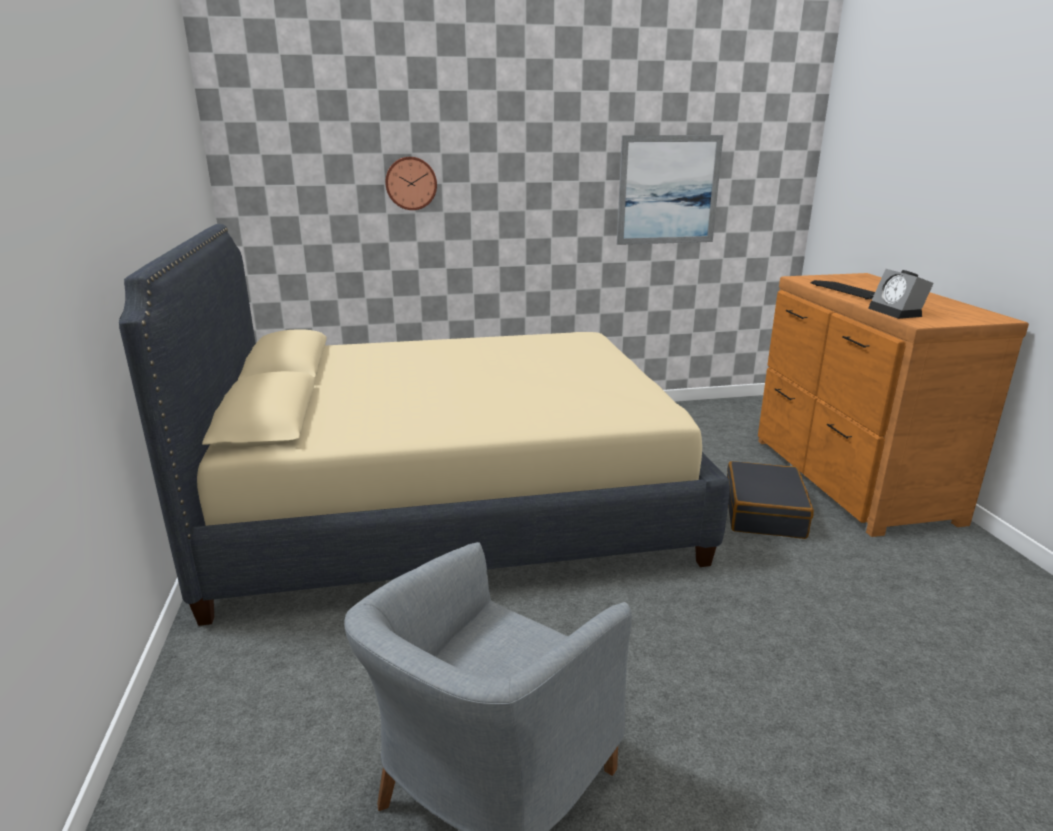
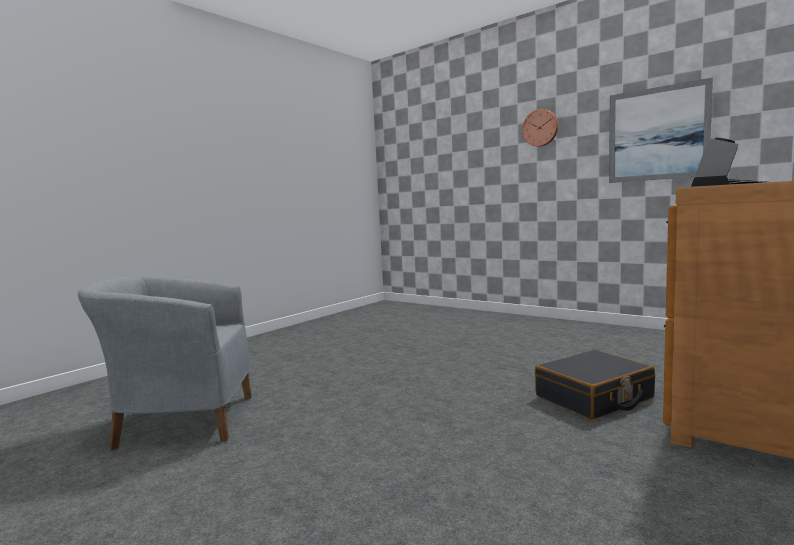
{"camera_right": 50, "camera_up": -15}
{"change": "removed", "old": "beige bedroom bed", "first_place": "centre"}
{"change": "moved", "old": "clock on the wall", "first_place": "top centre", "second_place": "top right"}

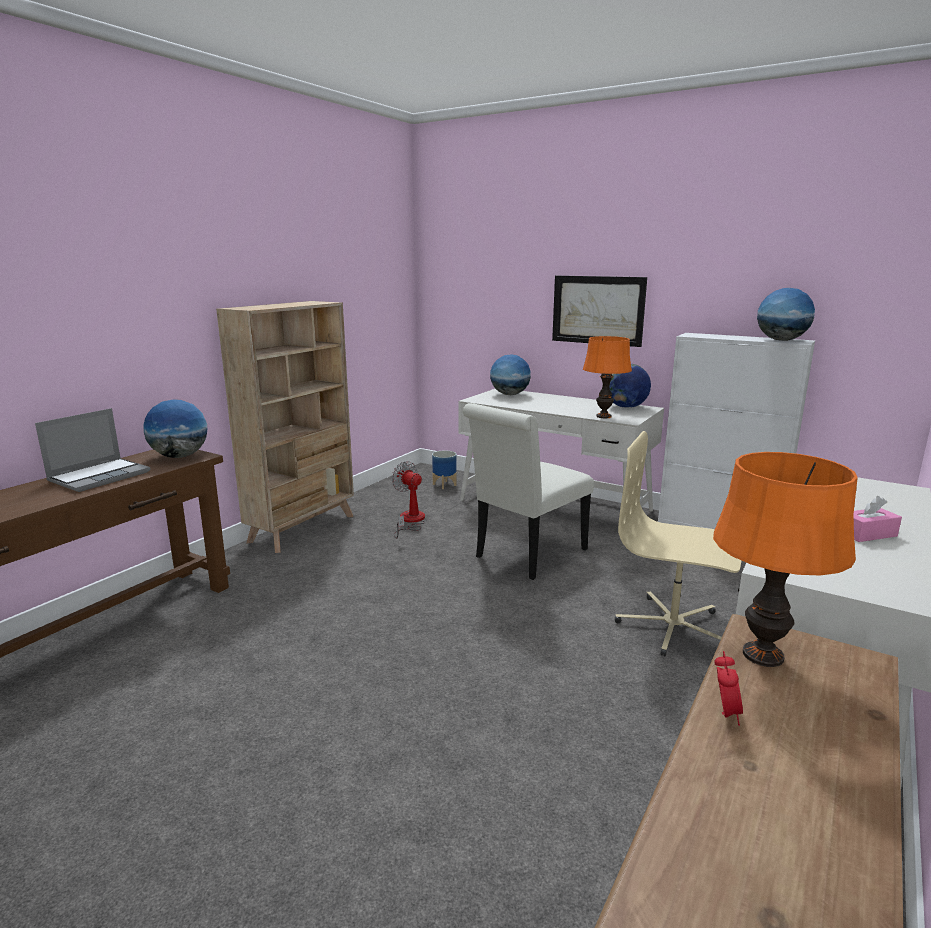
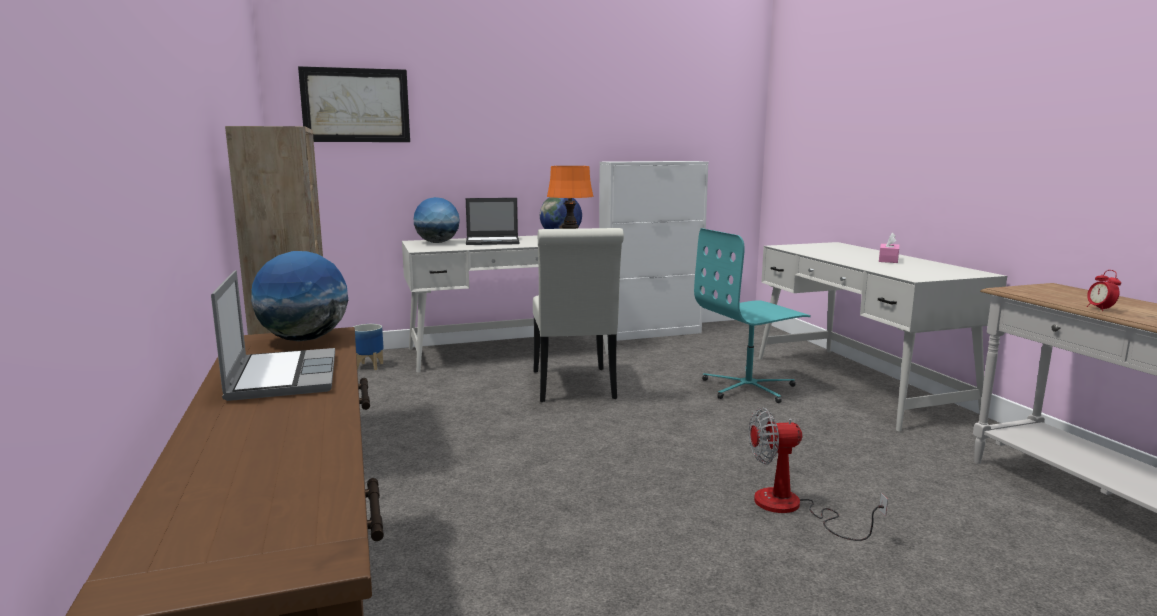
{"camera_right": -50, "camera_up": -5}
{"change": "removed", "old": "orange lamp for a table (2nd from left)", "first_place": "middle right"}
{"change": "removed", "old": "globe (4th from left)", "first_place": "middle right"}
{"change": "added", "new": "laptop (2nd from left)", "second_place": "centre"}
{"change": "moved", "old": "electric fan", "first_place": "centre", "second_place": "bottom right"}
{"change": "moved", "old": "wall art", "first_place": "centre", "second_place": "top left"}
{"change": "recoloured", "old": "beige office chair", "new": "turquoise office chair", "first_place": "middle right", "second_place": "centre"}
{"change": "turned", "old": "table clock", "first_place": "bottom right", "second_place": "middle right", "degrees": -150}

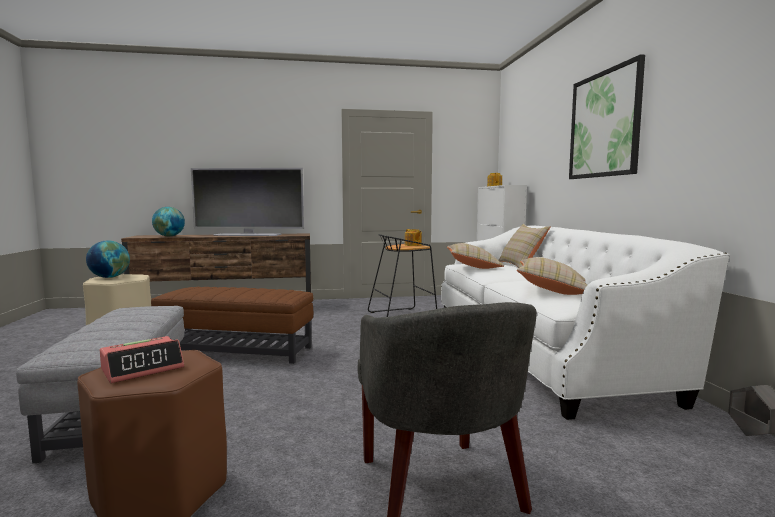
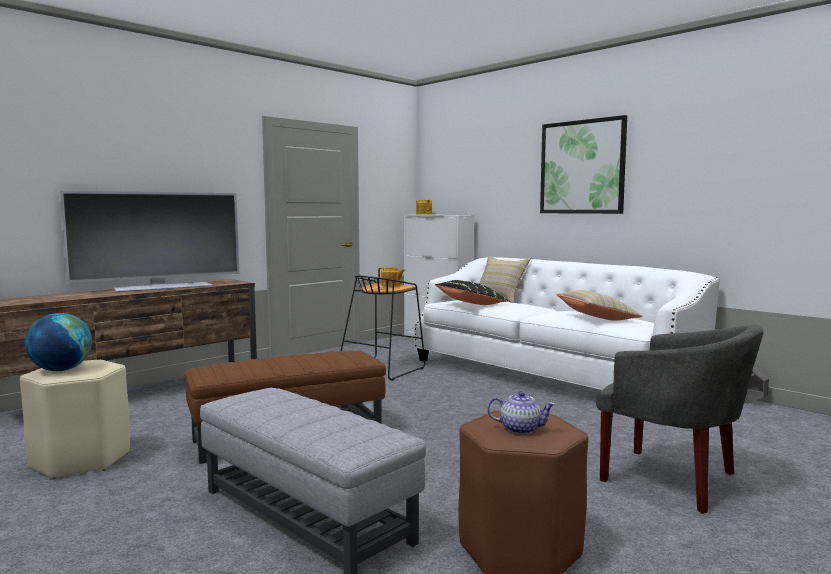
{"camera_right": -35, "camera_up": 0}
{"change": "removed", "old": "globe (2nd from left)", "first_place": "middle left"}
{"change": "replaced", "old": "table clock", "new": "teapot (3rd from left)", "first_place": "bottom left", "second_place": "bottom centre"}
{"change": "recoloured", "old": "beige pillow (1st from left)", "new": "black pillow", "first_place": "centre", "second_place": "centre"}

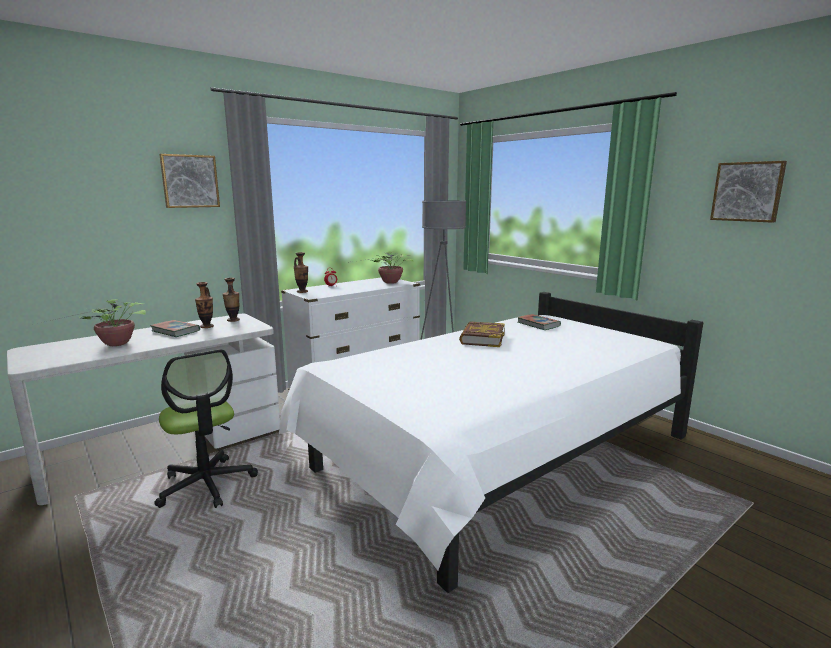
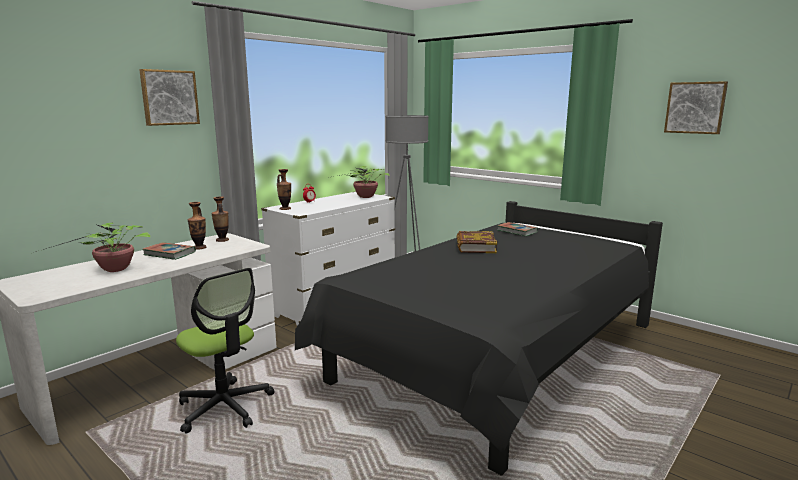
{"camera_right": -10, "camera_up": 0}
{"change": "recoloured", "old": "white-coloured bedroom bed", "new": "black bedroom bed", "first_place": "bottom centre", "second_place": "bottom centre"}

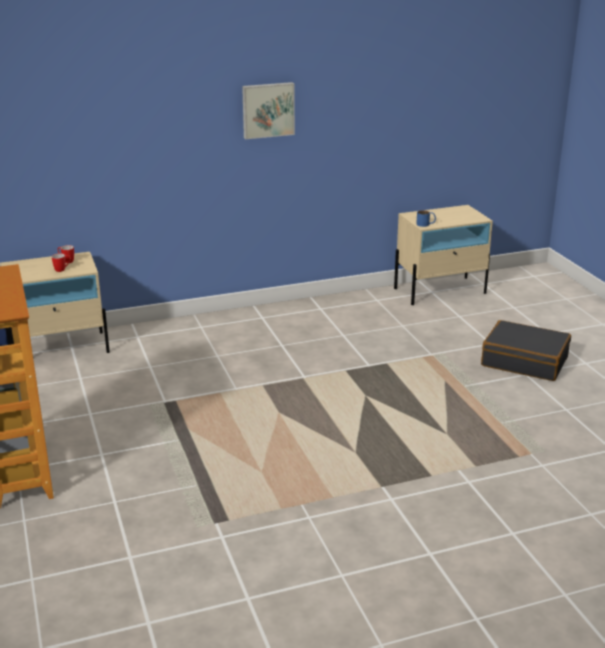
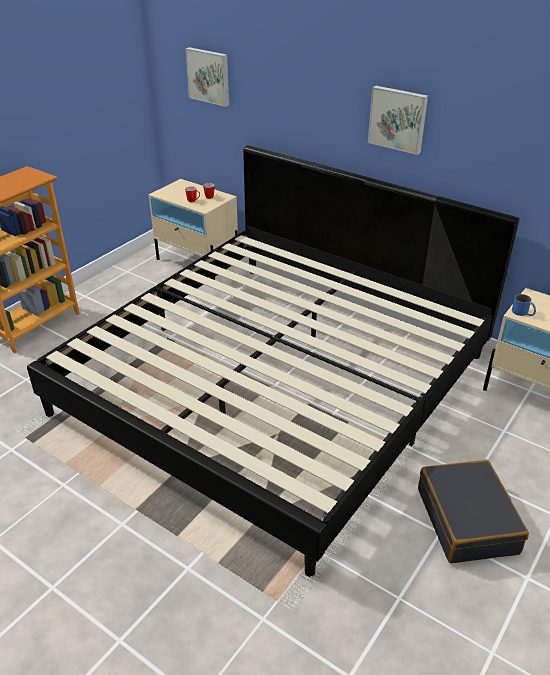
{"camera_right": 55, "camera_up": 10}
{"change": "added", "new": "bedroom bed", "second_place": "centre"}
{"change": "added", "new": "wall art (1st from left)", "second_place": "top centre"}

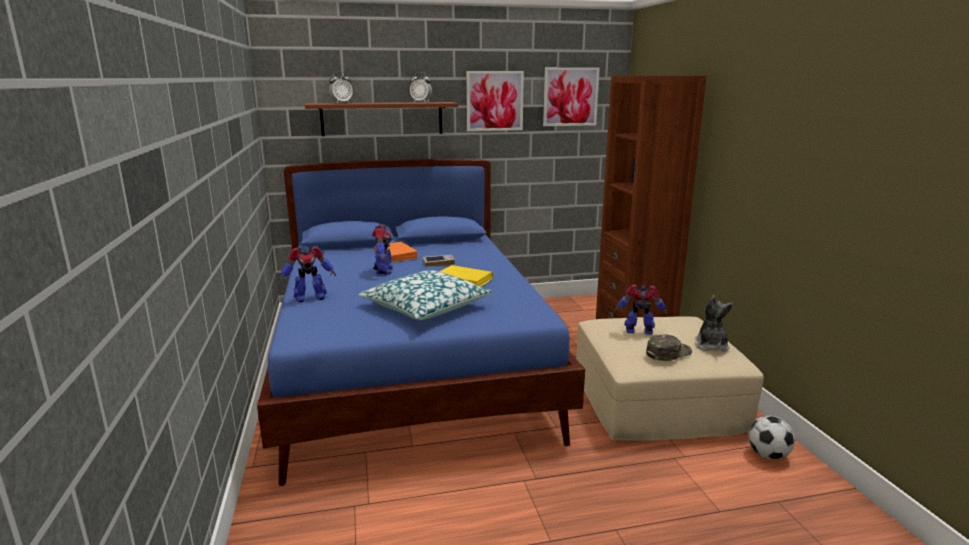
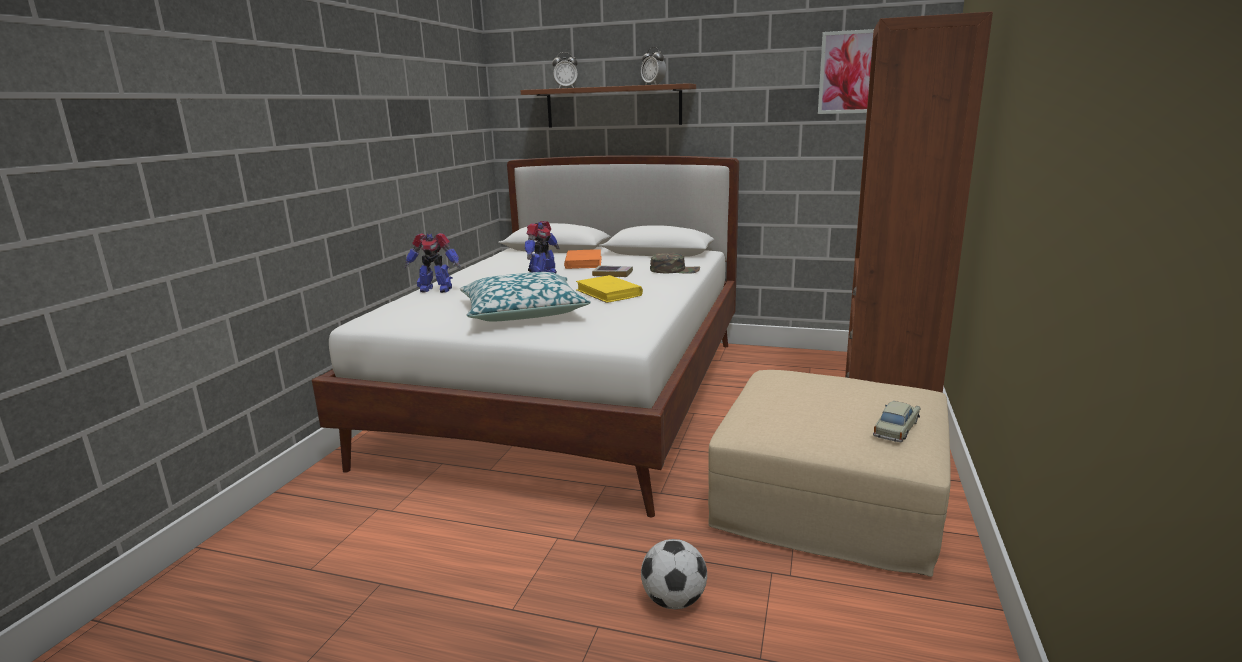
{"camera_right": 30, "camera_up": 0}
{"change": "removed", "old": "wall art (1st from left)", "first_place": "top centre"}
{"change": "removed", "old": "toy robot (3rd from left)", "first_place": "centre"}
{"change": "moved", "old": "greenish cap", "first_place": "middle right", "second_place": "centre"}
{"change": "moved", "old": "ball for football", "first_place": "bottom right", "second_place": "bottom centre"}
{"change": "replaced", "old": "cuddly toy", "new": "beige toy car", "first_place": "middle right", "second_place": "middle right"}
{"change": "recoloured", "old": "blue bedroom bed", "new": "white-coloured bedroom bed", "first_place": "centre", "second_place": "centre"}

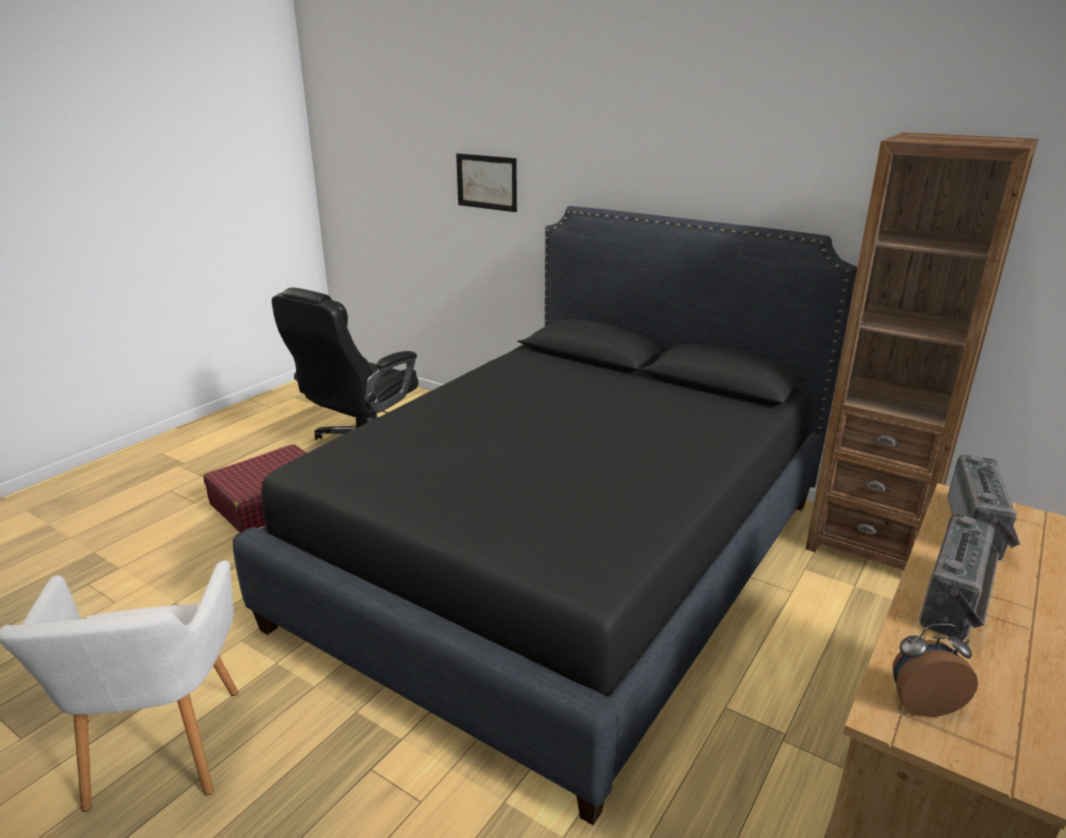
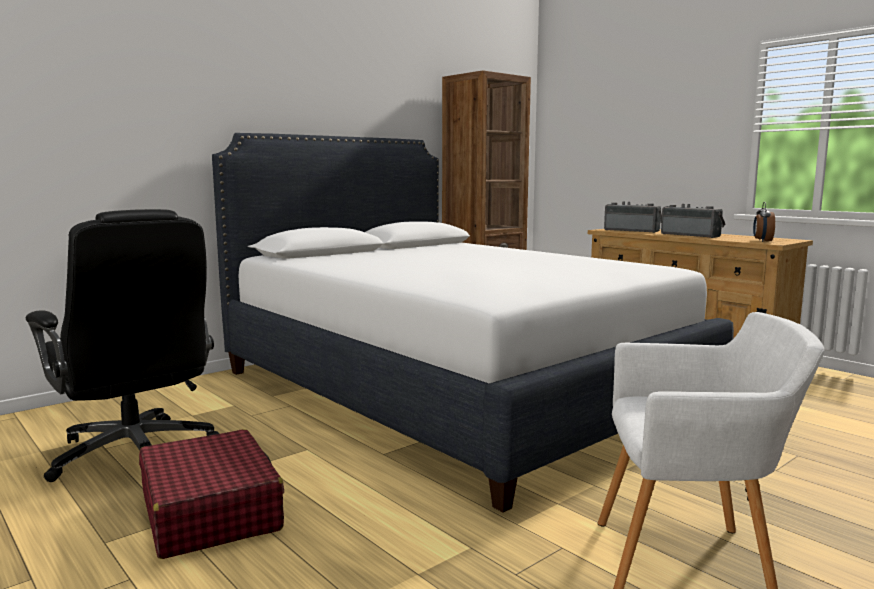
{"camera_right": -75, "camera_up": -15}
{"change": "removed", "old": "wall art", "first_place": "top centre"}
{"change": "recoloured", "old": "black bedroom bed", "new": "white-coloured bedroom bed", "first_place": "centre", "second_place": "centre"}

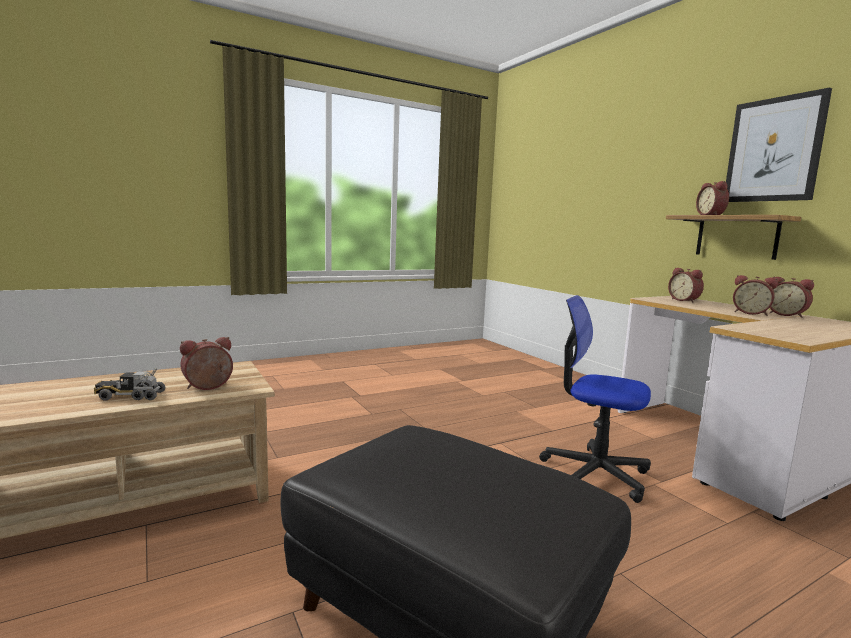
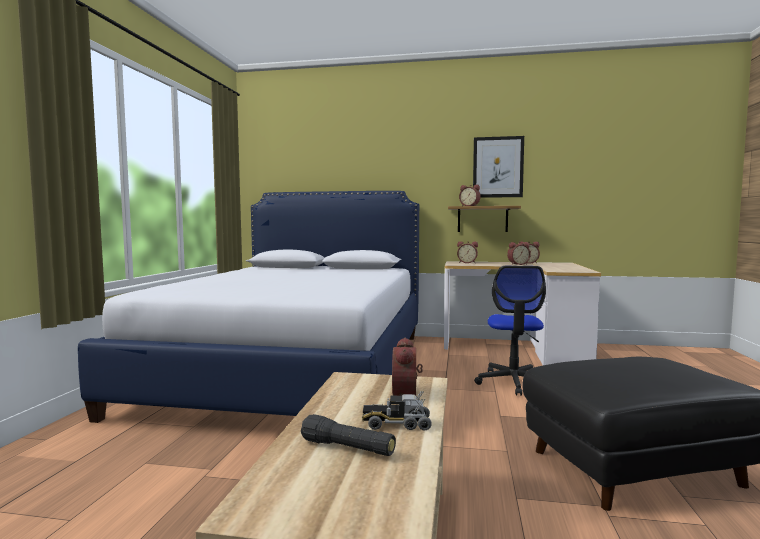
{"camera_right": -50, "camera_up": -5}
{"change": "added", "new": "bedroom bed", "second_place": "middle left"}
{"change": "added", "new": "black hand torch", "second_place": "bottom centre"}
{"change": "turned", "old": "toy truck", "first_place": "middle left", "second_place": "bottom centre", "degrees": 60}
{"change": "turned", "old": "office chair", "first_place": "middle right", "second_place": "middle right", "degrees": -60}

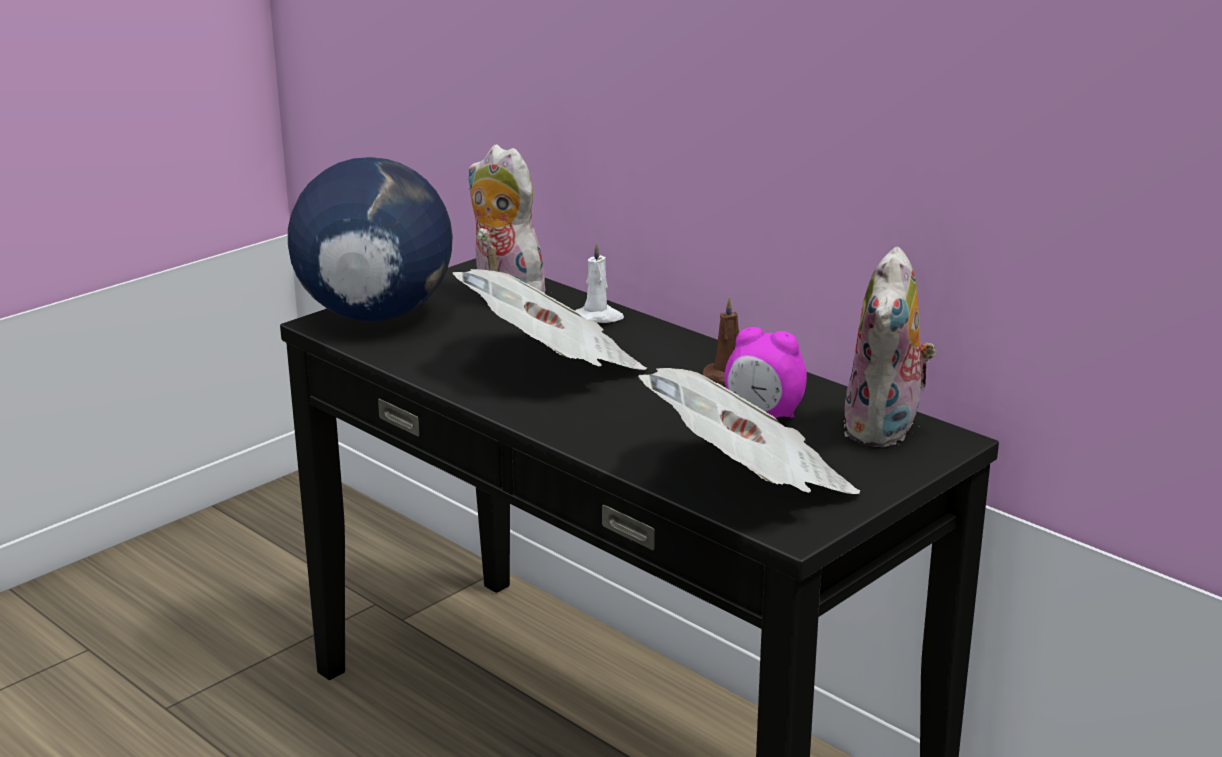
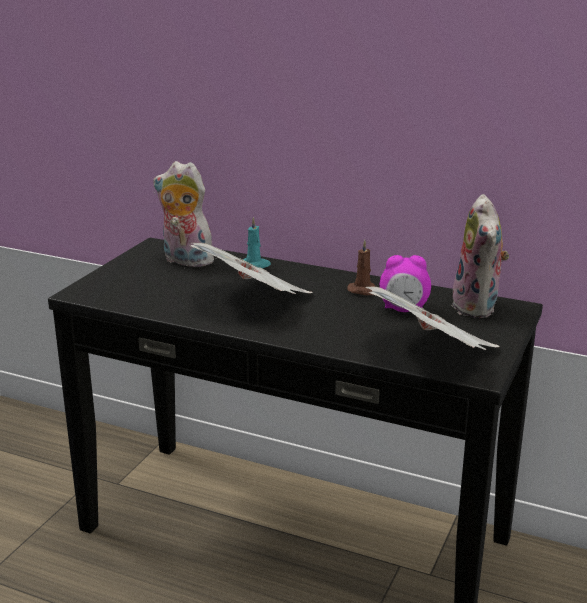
{"camera_right": -20, "camera_up": 0}
{"change": "removed", "old": "globe", "first_place": "top left"}
{"change": "recoloured", "old": "white-coloured wax candle", "new": "turquoise wax candle", "first_place": "centre", "second_place": "centre"}

